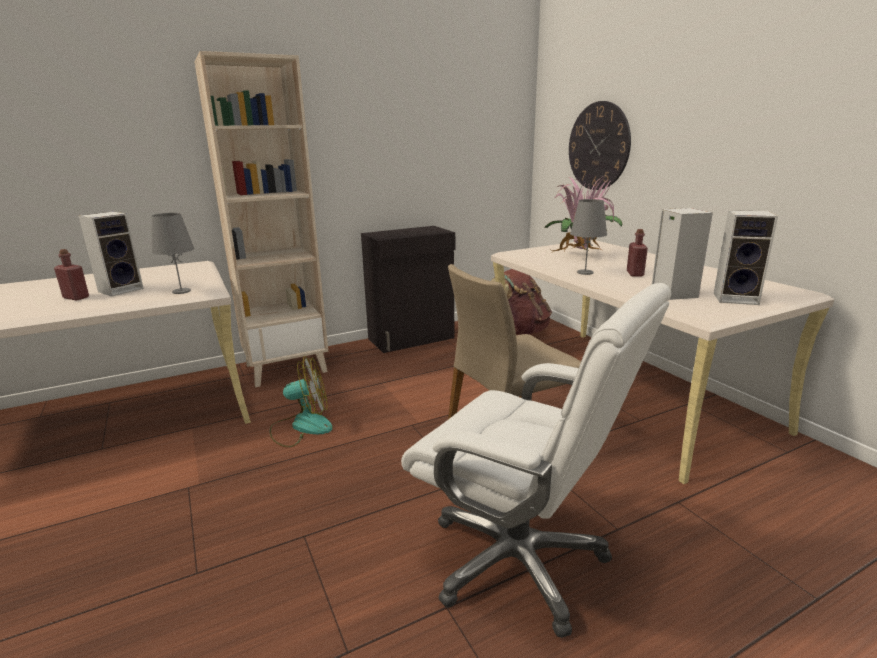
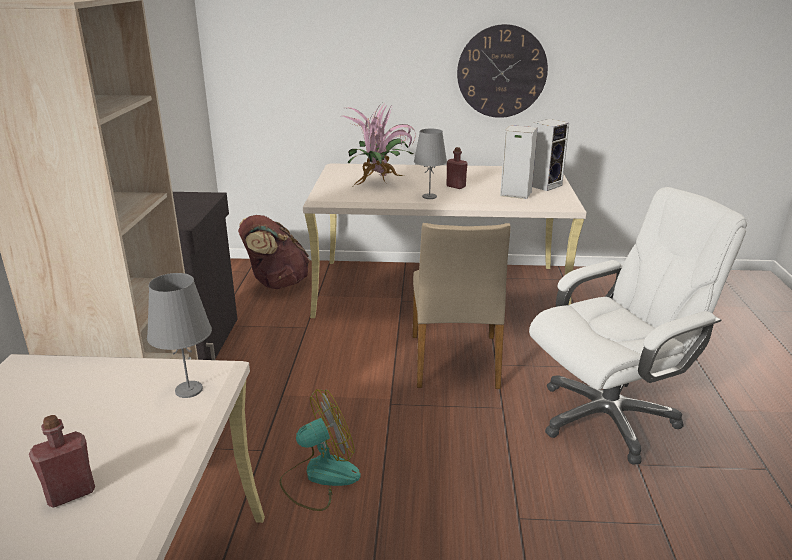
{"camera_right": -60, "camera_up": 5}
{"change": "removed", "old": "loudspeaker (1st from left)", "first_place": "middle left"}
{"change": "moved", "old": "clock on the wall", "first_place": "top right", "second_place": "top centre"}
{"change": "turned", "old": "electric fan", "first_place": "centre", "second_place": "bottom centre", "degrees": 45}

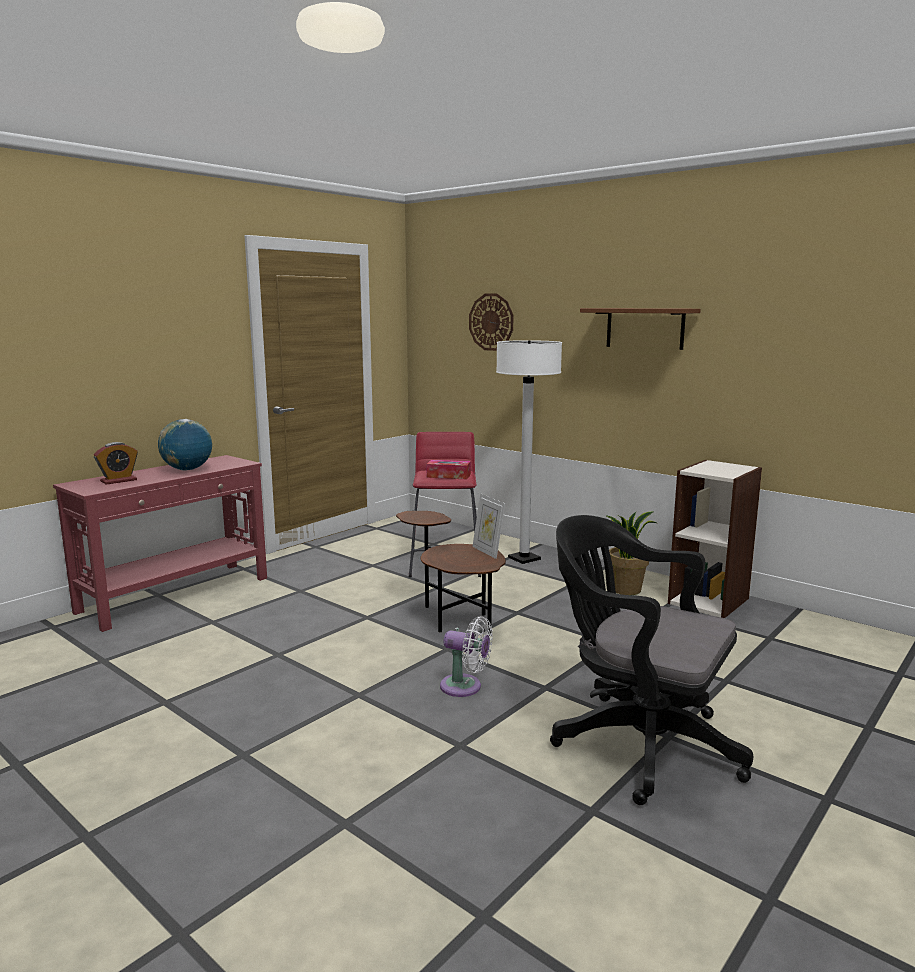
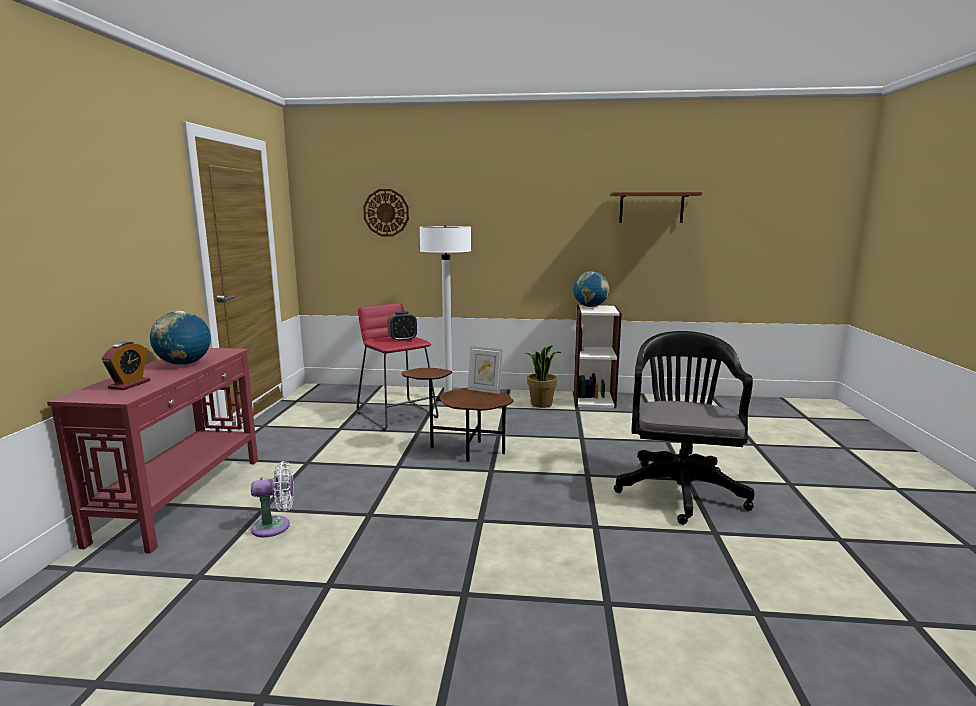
{"camera_right": -35, "camera_up": 0}
{"change": "added", "new": "globe (2nd from left)", "second_place": "centre"}
{"change": "moved", "old": "white-coloured electric fan", "first_place": "bottom centre", "second_place": "bottom left"}
{"change": "moved", "old": "brownish wall shelf", "first_place": "middle right", "second_place": "top right"}
{"change": "replaced", "old": "box of tissues", "new": "table clock (2nd from left)", "first_place": "centre", "second_place": "centre"}
{"change": "turned", "old": "black office chair", "first_place": "bottom right", "second_place": "middle right", "degrees": 105}

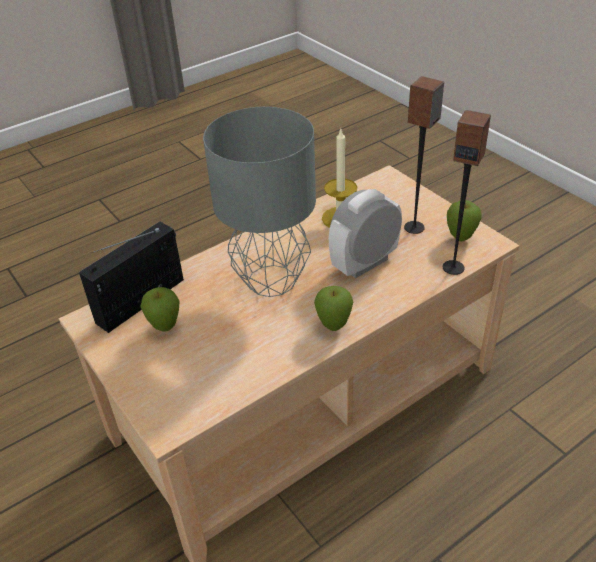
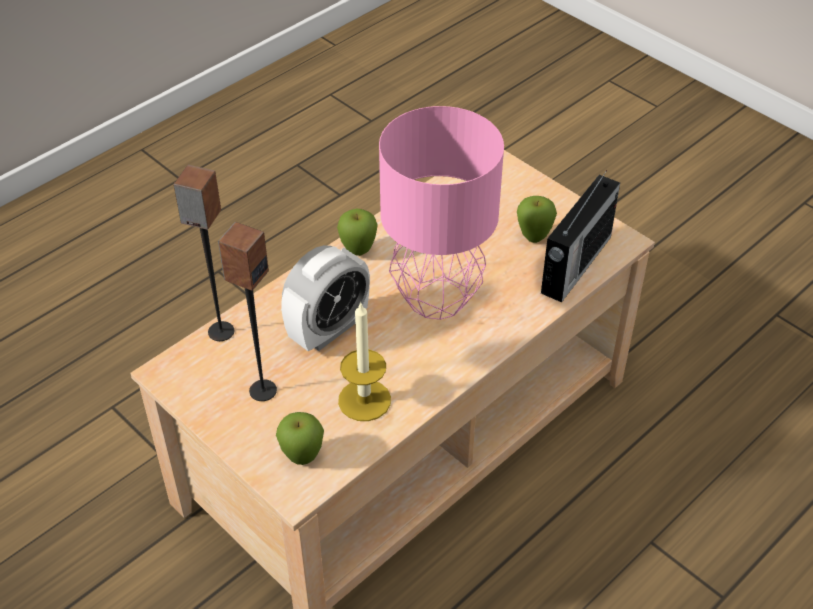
{"camera_right": 170, "camera_up": 5}
{"change": "moved", "old": "apple (3rd from left in the first image)", "new": "apple (1st from left)", "first_place": "middle right", "second_place": "bottom centre"}
{"change": "recoloured", "old": "gray lamp for a table", "new": "pink lamp for a table", "first_place": "centre", "second_place": "centre"}

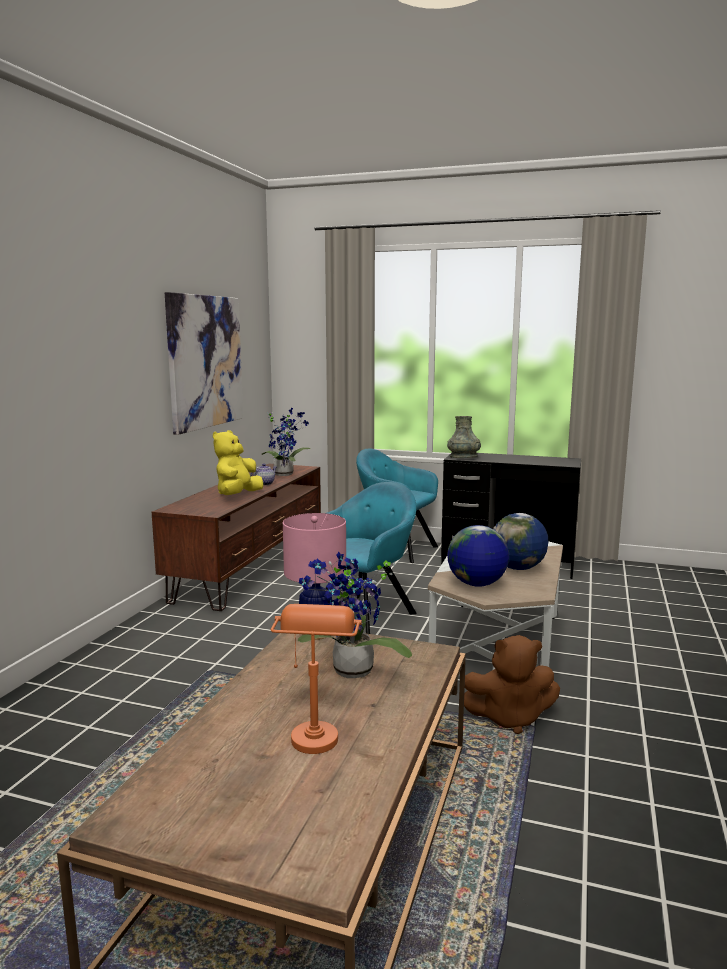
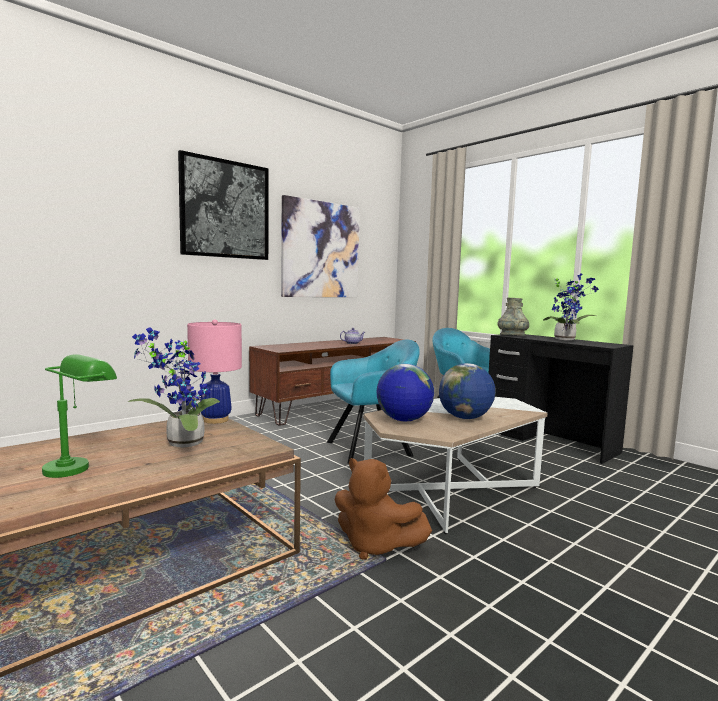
{"camera_right": 30, "camera_up": -5}
{"change": "removed", "old": "yellow-coloured cuddly toy", "first_place": "middle left"}
{"change": "added", "new": "wall art (1st from left)", "second_place": "top left"}
{"change": "moved", "old": "potted plant (1st from left in the first image)", "new": "potted plant (2nd from left)", "first_place": "centre", "second_place": "middle right"}
{"change": "recoloured", "old": "orange lamp for a table", "new": "greenish lamp for a table", "first_place": "bottom centre", "second_place": "middle left"}

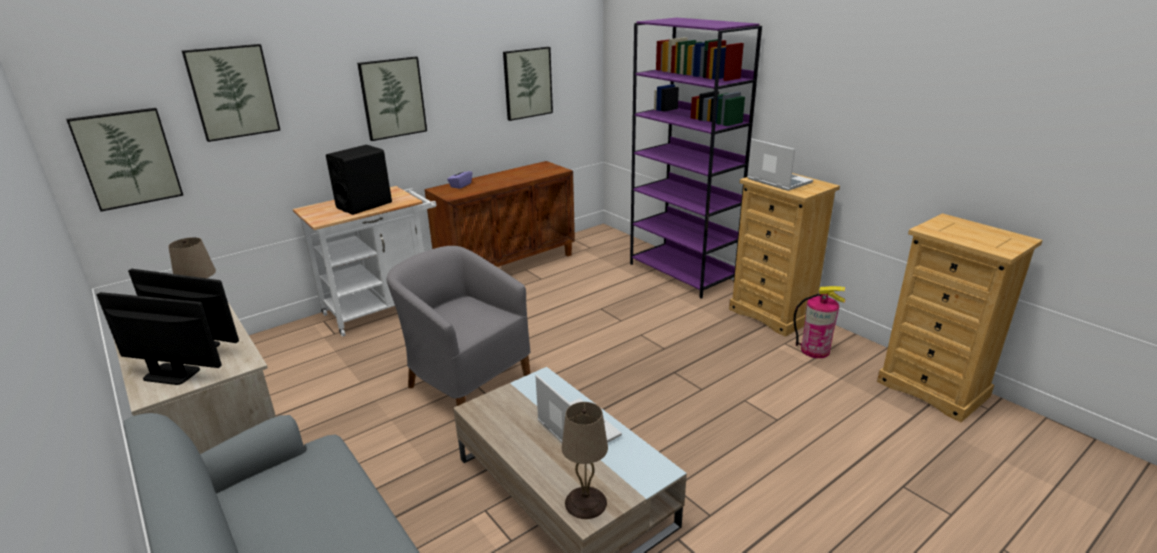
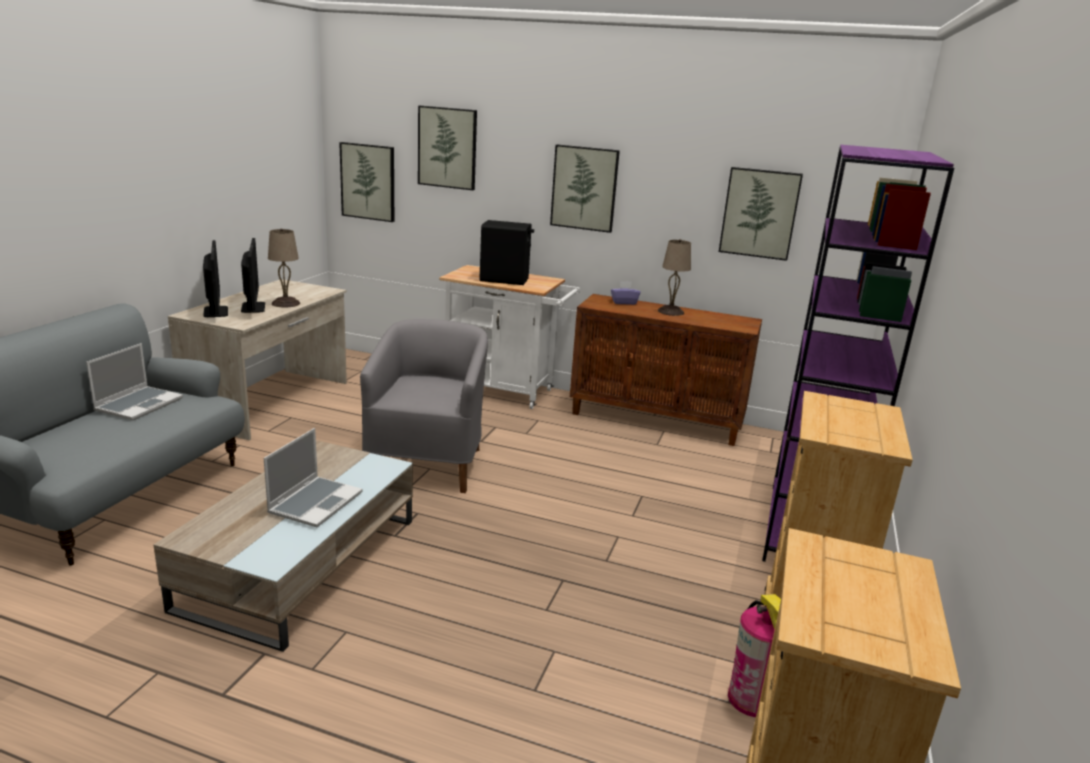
{"camera_right": 55, "camera_up": -5}
{"change": "moved", "old": "beige lamp for a table (2nd from left)", "first_place": "bottom centre", "second_place": "centre"}
{"change": "moved", "old": "laptop (2nd from left in the first image)", "new": "laptop (1st from left)", "first_place": "top right", "second_place": "middle left"}

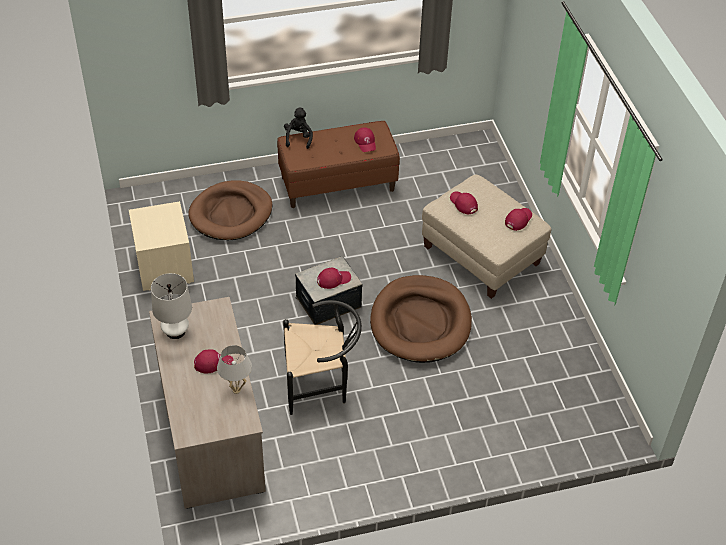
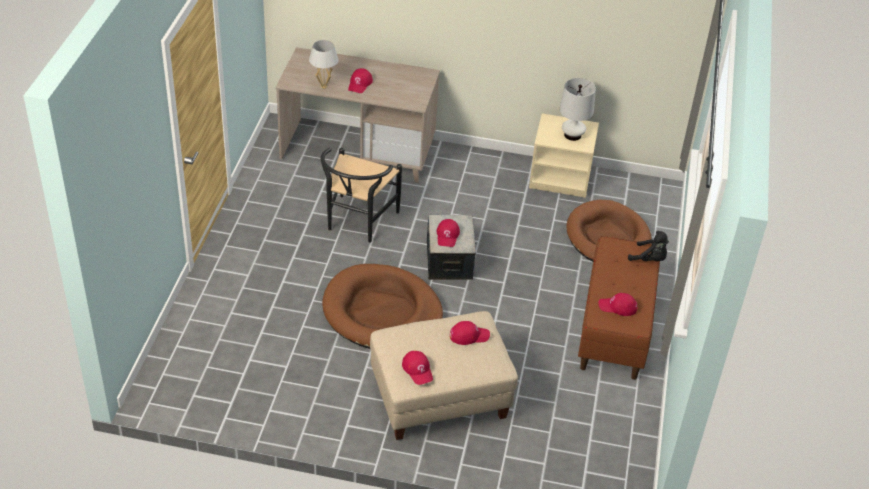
{"camera_right": 115, "camera_up": -5}
{"change": "moved", "old": "white-coloured lamp for a table (1st from left in the first image)", "new": "white-coloured lamp for a table (2nd from left)", "first_place": "middle left", "second_place": "top centre"}

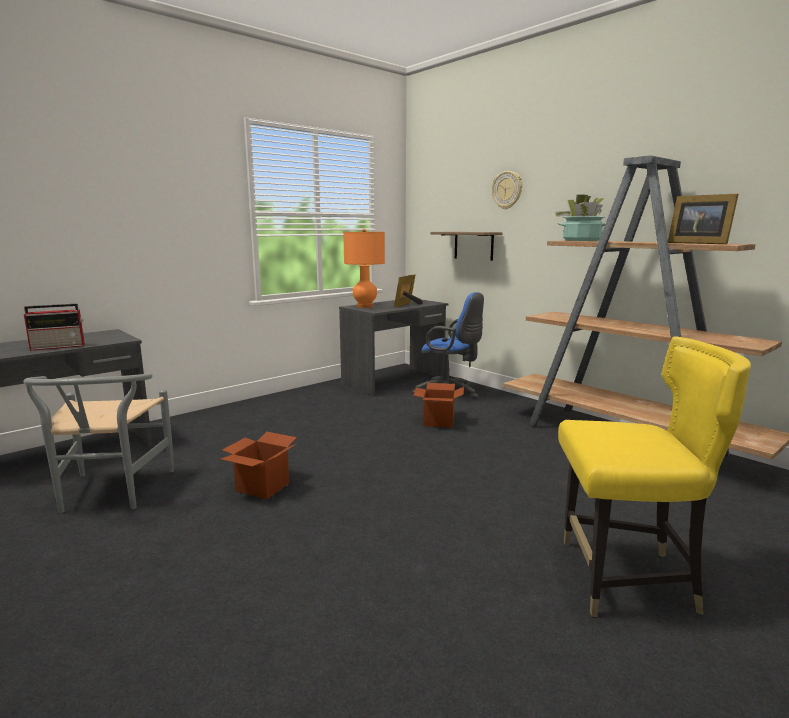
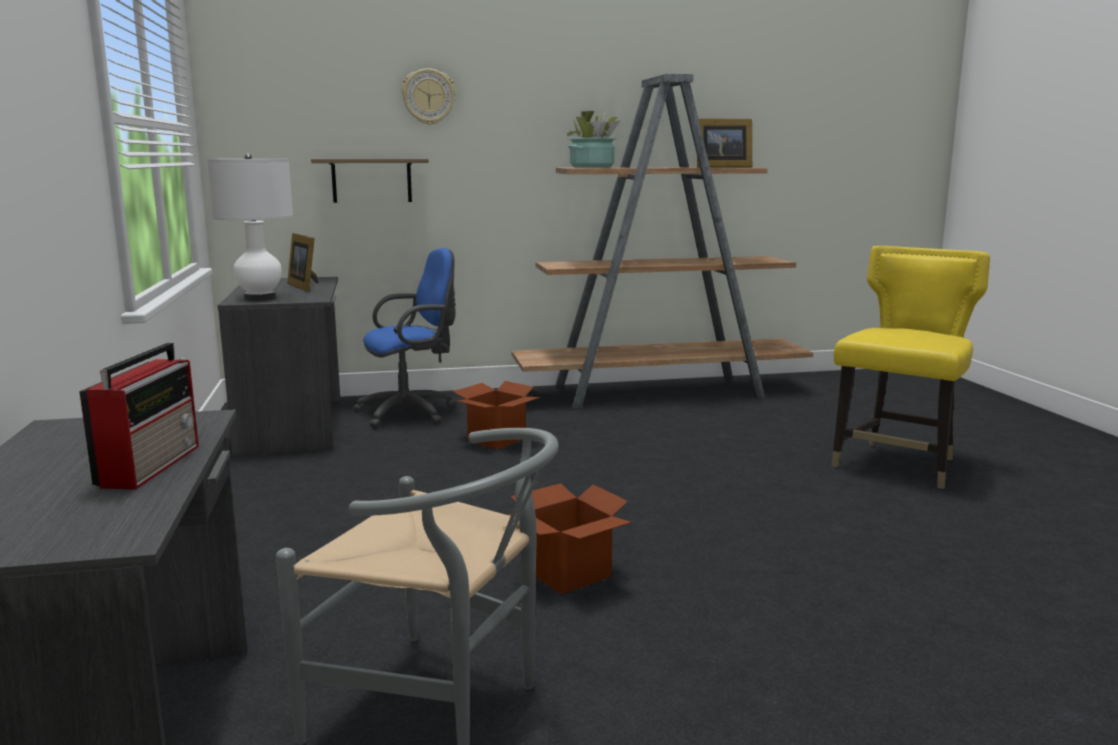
{"camera_right": -60, "camera_up": 0}
{"change": "recoloured", "old": "orange lamp for a table", "new": "white-coloured lamp for a table", "first_place": "centre", "second_place": "top left"}

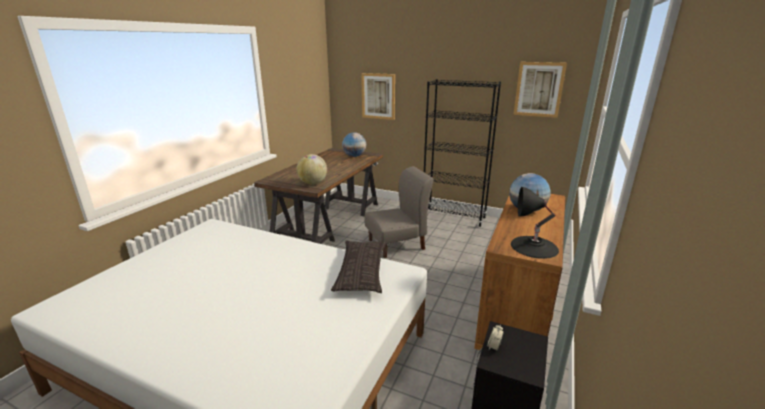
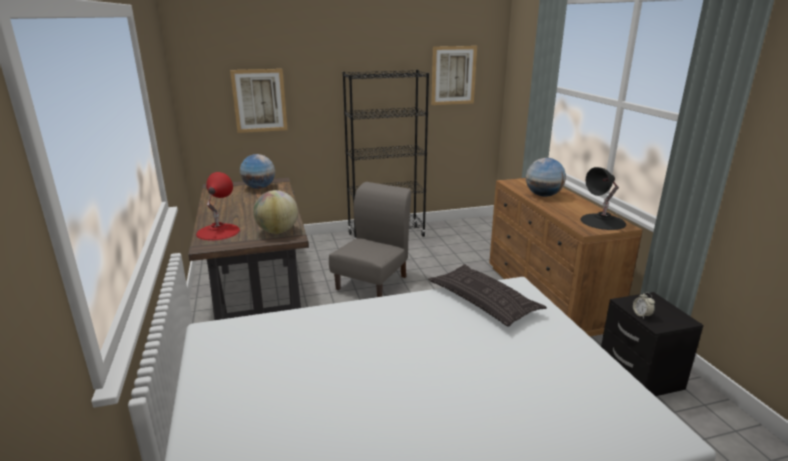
{"camera_right": -40, "camera_up": 0}
{"change": "added", "new": "red lamp for a table", "second_place": "middle left"}

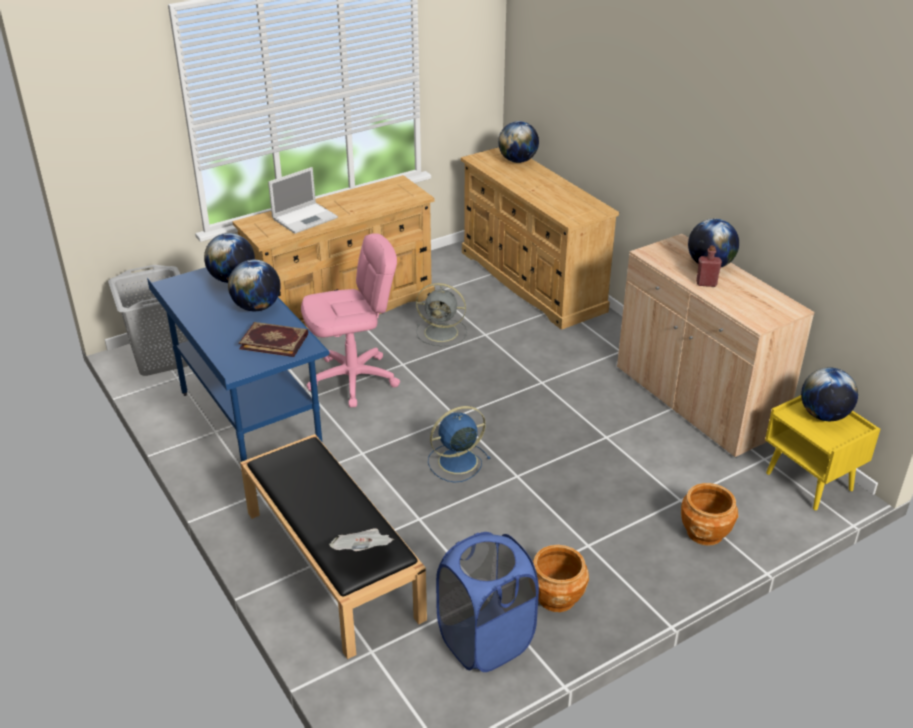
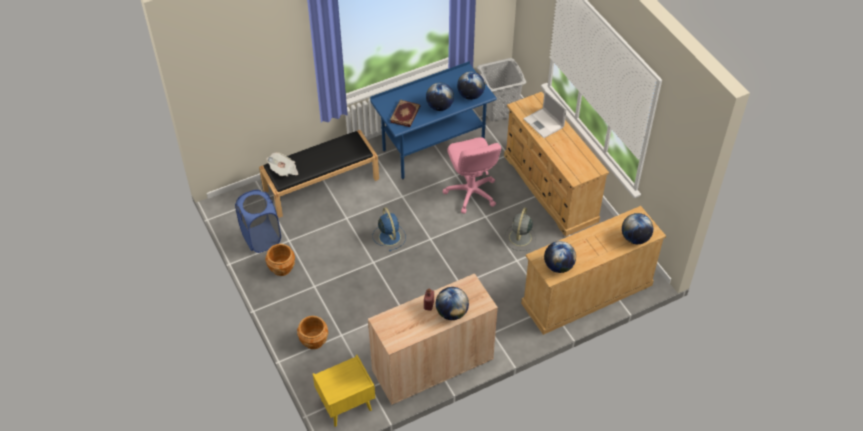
{"camera_right": 95, "camera_up": 15}
{"change": "moved", "old": "globe (5th from left in the first image)", "new": "globe (4th from left)", "first_place": "middle right", "second_place": "centre"}

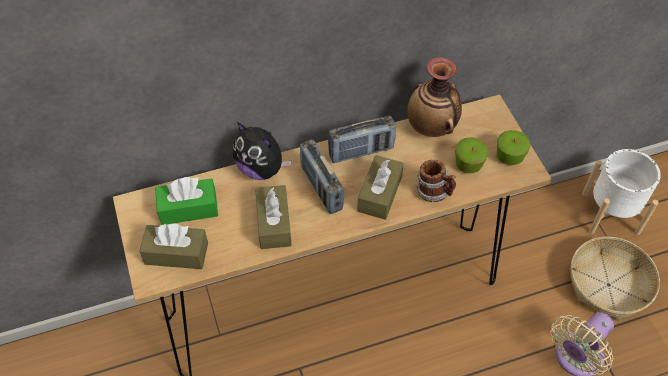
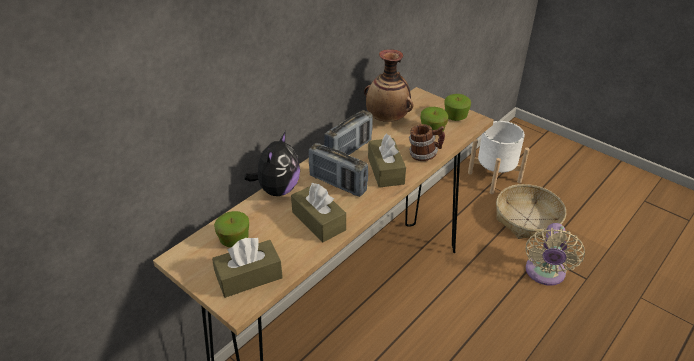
{"camera_right": -30, "camera_up": -15}
{"change": "replaced", "old": "greenish box of tissues", "new": "apple (1st from left)", "first_place": "middle left", "second_place": "middle left"}
{"change": "turned", "old": "cuddly toy", "first_place": "centre", "second_place": "centre", "degrees": -75}

